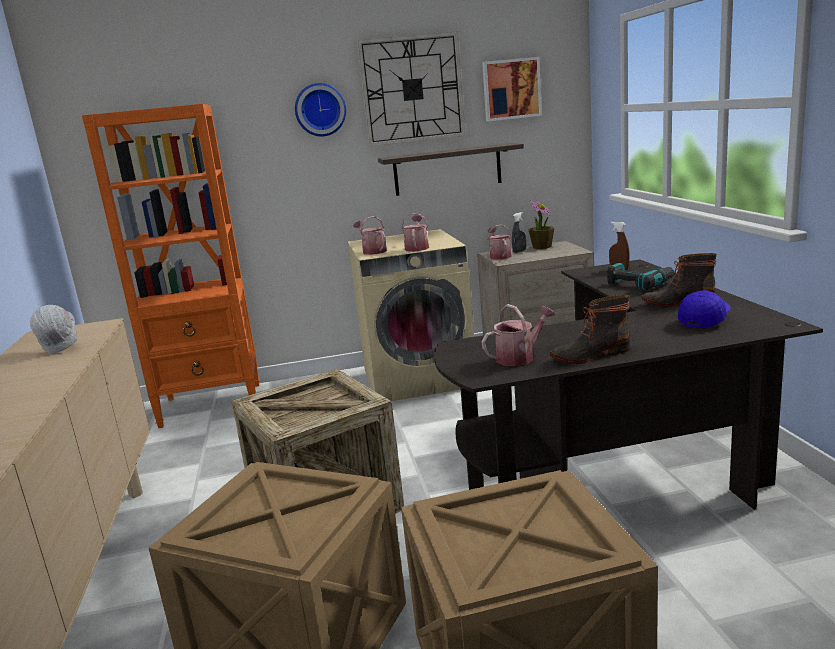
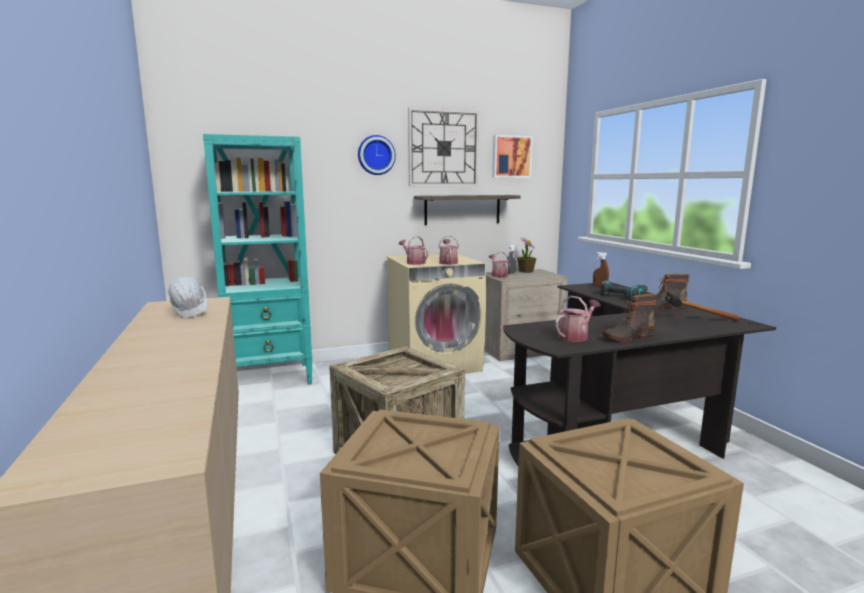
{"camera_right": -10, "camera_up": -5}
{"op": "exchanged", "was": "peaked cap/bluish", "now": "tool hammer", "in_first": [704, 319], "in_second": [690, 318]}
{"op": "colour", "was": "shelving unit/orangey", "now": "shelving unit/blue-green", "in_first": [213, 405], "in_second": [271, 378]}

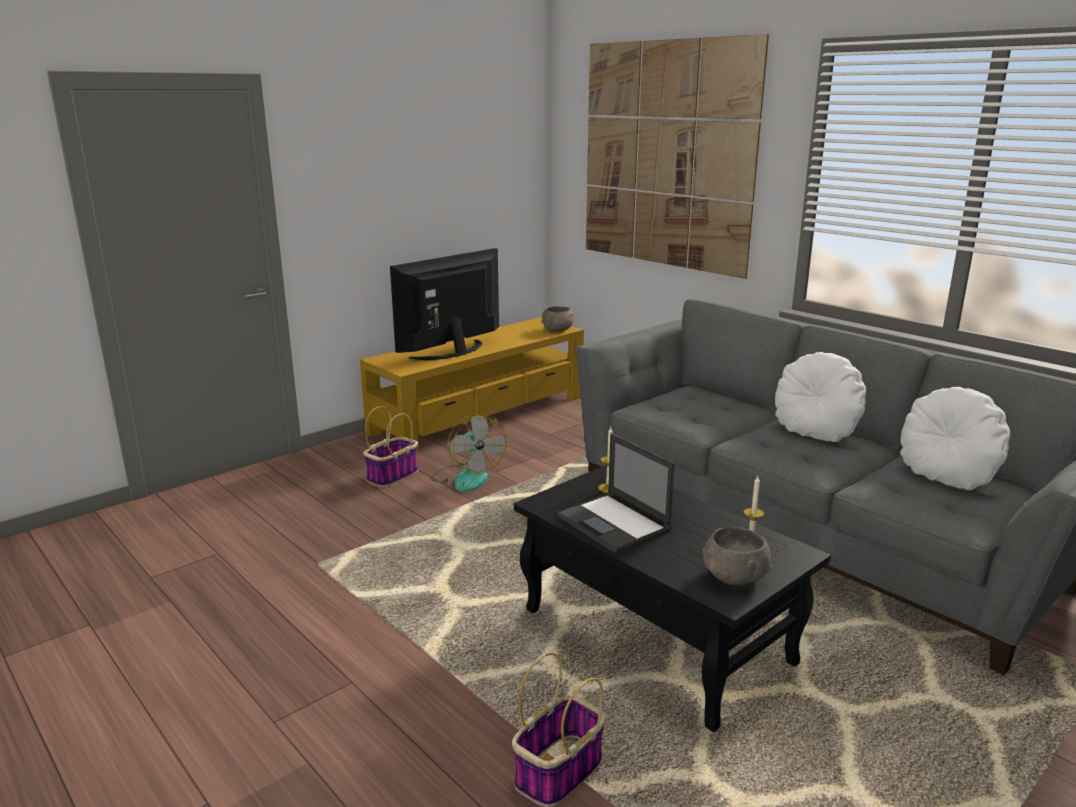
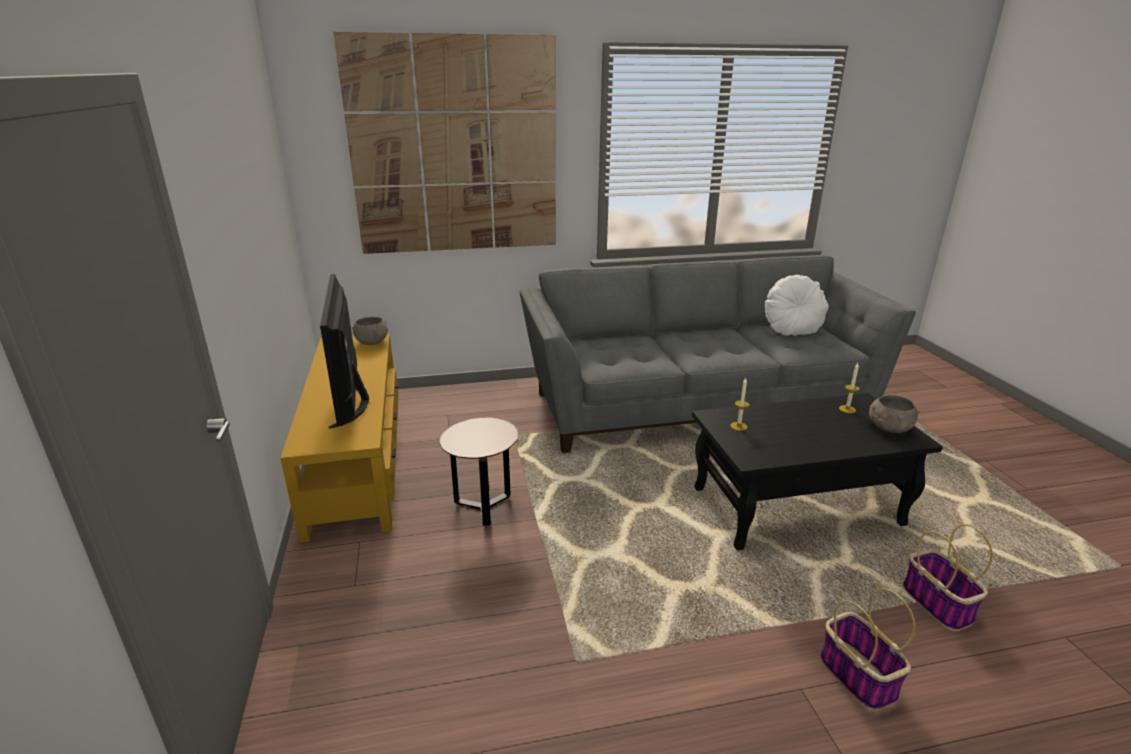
{"camera_right": -60, "camera_up": 5}
{"op": "missing", "was": "laptop", "in_first": [614, 523]}
{"op": "missing", "was": "cushion/whitish", "in_first": [815, 434]}
{"op": "relocated", "was": "household basket", "in_first": [393, 475], "in_second": [855, 675]}
{"op": "exchanged", "was": "fan", "now": "side table/brownish", "in_first": [467, 477], "in_second": [484, 508]}

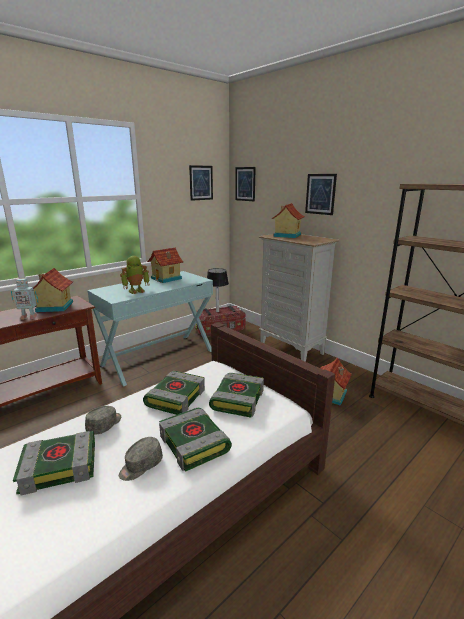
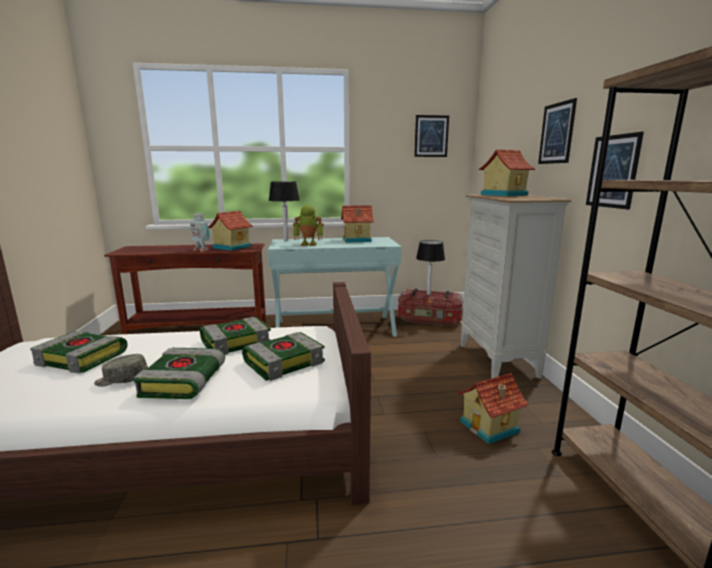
{"camera_right": 35, "camera_up": -5}
{"op": "missing", "was": "peaked cap/grey", "in_first": [105, 425]}
{"op": "appeared", "now": "lamp for a table", "in_second": [286, 240]}
{"op": "relocated", "was": "wall art", "in_first": [245, 184], "in_second": [612, 171]}

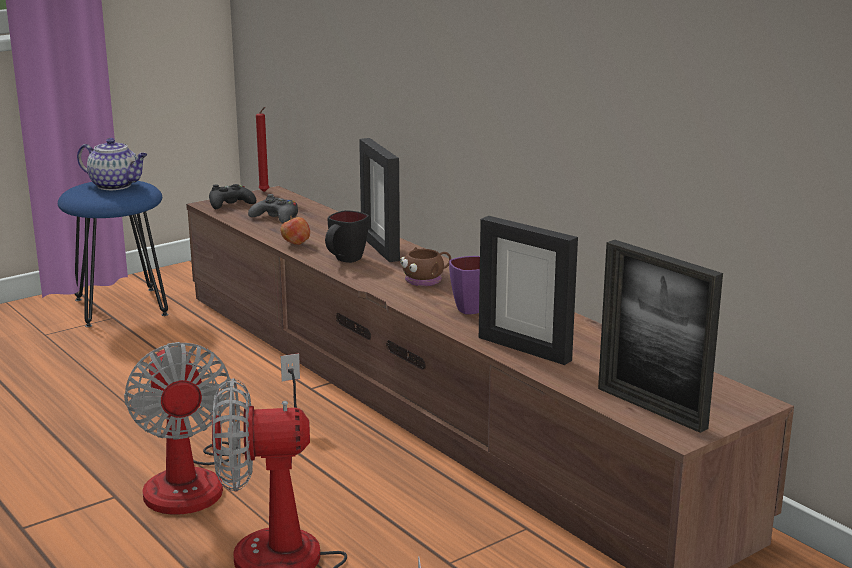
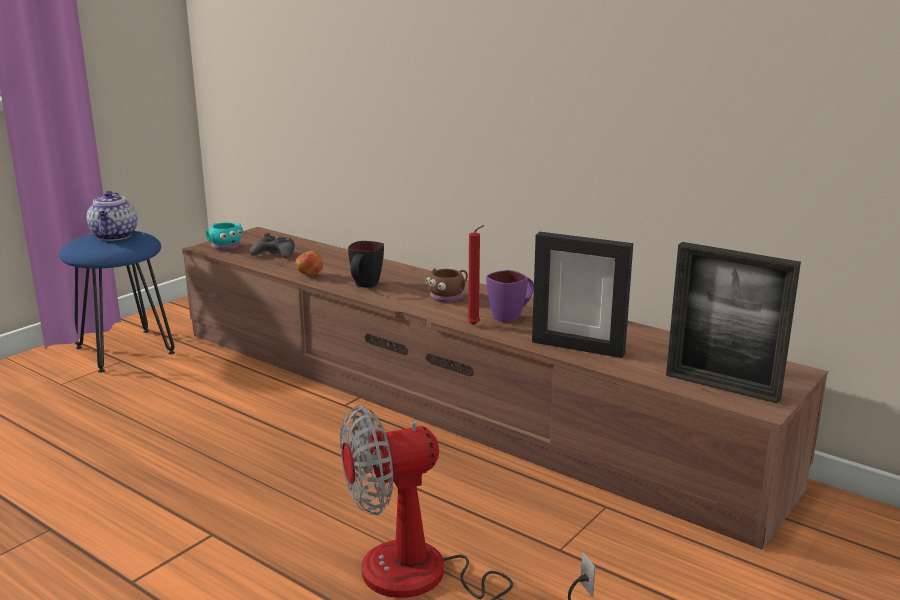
{"camera_right": -15, "camera_up": 0}
{"op": "missing", "was": "fan", "in_first": [204, 480]}
{"op": "missing", "was": "photo frame", "in_first": [381, 248]}
{"op": "relocated", "was": "candle/red-coloured", "in_first": [265, 192], "in_second": [475, 325]}
{"op": "exchanged", "was": "joypad/black-coloured", "now": "mug/blue-green", "in_first": [230, 204], "in_second": [224, 246]}
{"op": "spun", "was": "tea pot", "in_first": [116, 186], "in_second": [115, 236], "clockwise": 75}

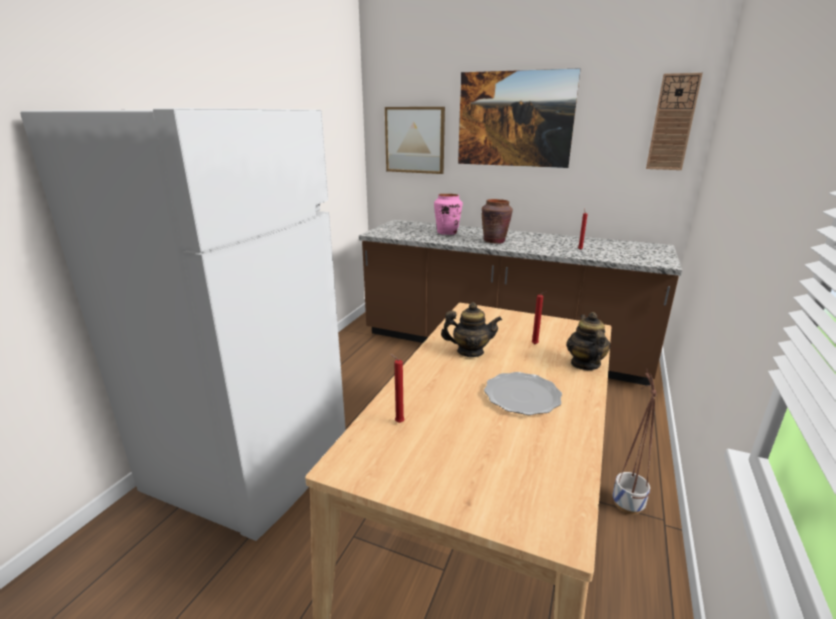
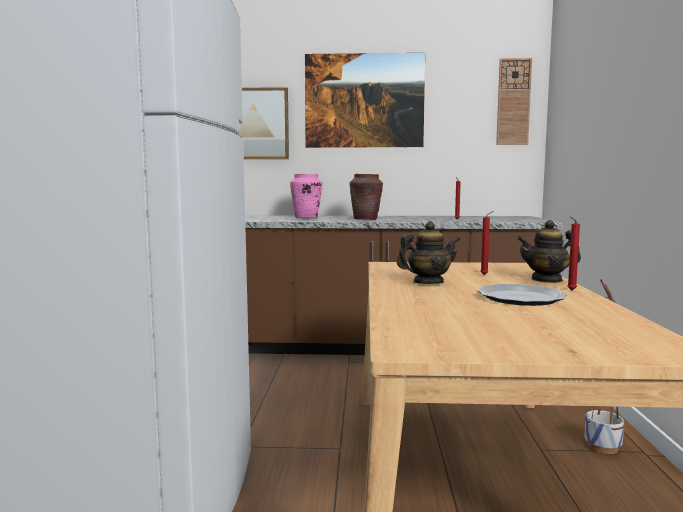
{"camera_right": -20, "camera_up": -15}
{"op": "relocated", "was": "candle/red-coloured", "in_first": [398, 422], "in_second": [570, 290]}
{"op": "spun", "was": "tea pot", "in_first": [585, 364], "in_second": [547, 280], "clockwise": -75}

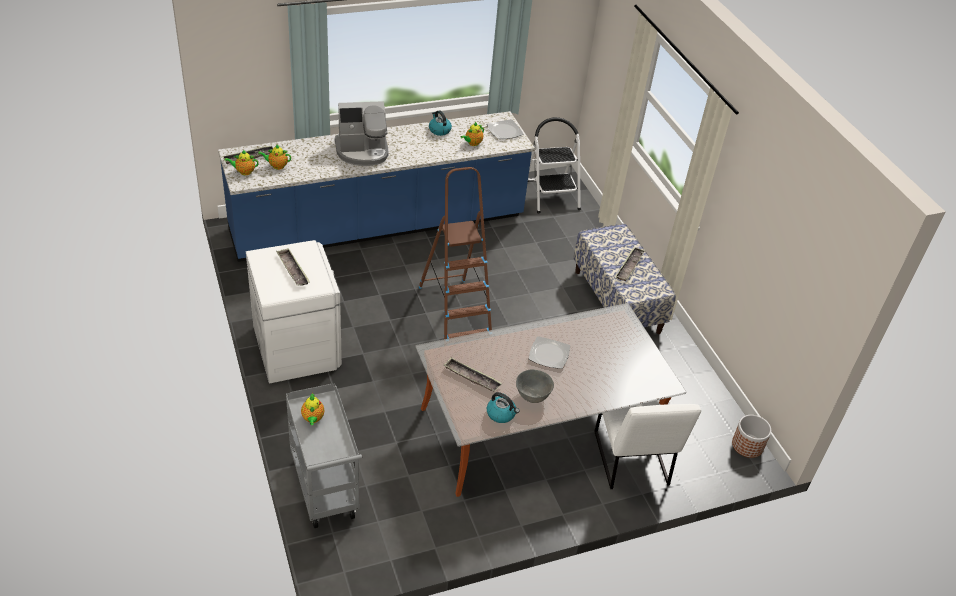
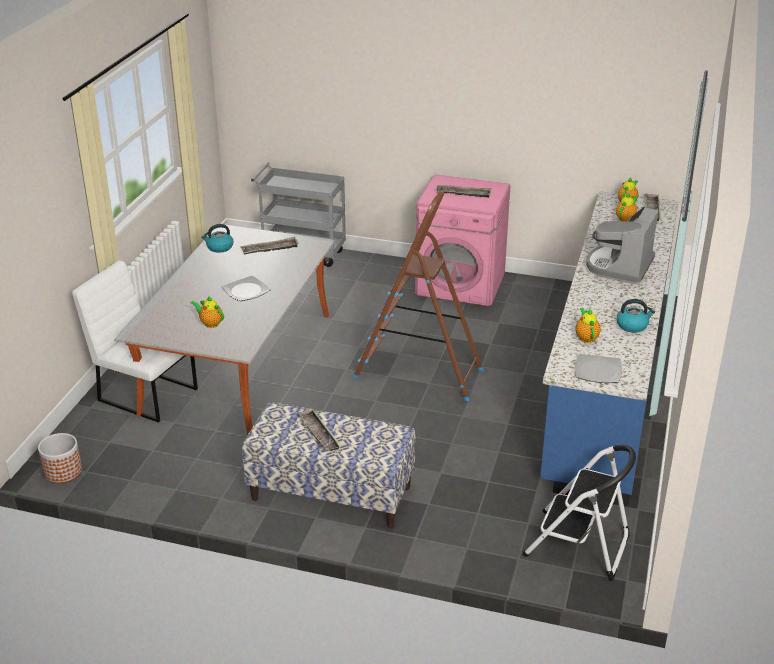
{"camera_right": 130, "camera_up": -10}
{"op": "missing", "was": "deep dish/grey", "in_first": [532, 396]}
{"op": "relocated", "was": "tea pot", "in_first": [313, 419], "in_second": [210, 323]}
{"op": "colour", "was": "washing machine/whitish", "now": "washing machine/pink", "in_first": [298, 346], "in_second": [460, 285]}

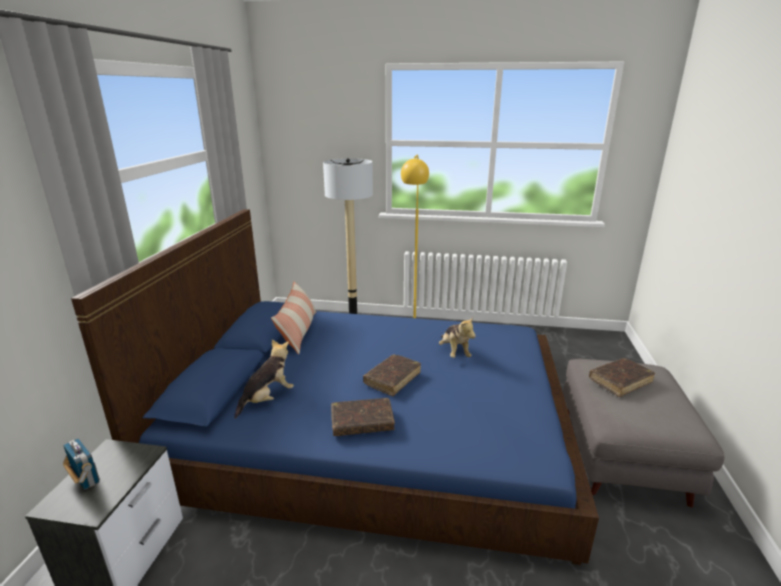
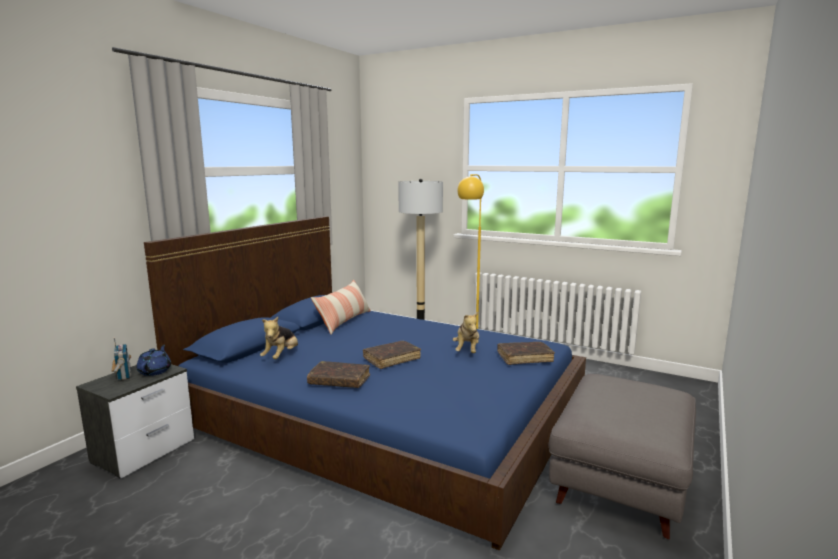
{"camera_right": 20, "camera_up": -10}
{"op": "appeared", "now": "tea pot/bluish", "in_second": [155, 371]}
{"op": "relocated", "was": "book/brownish", "in_first": [620, 381], "in_second": [524, 358]}
{"op": "spun", "was": "soft toy", "in_first": [267, 399], "in_second": [281, 356], "clockwise": 135}

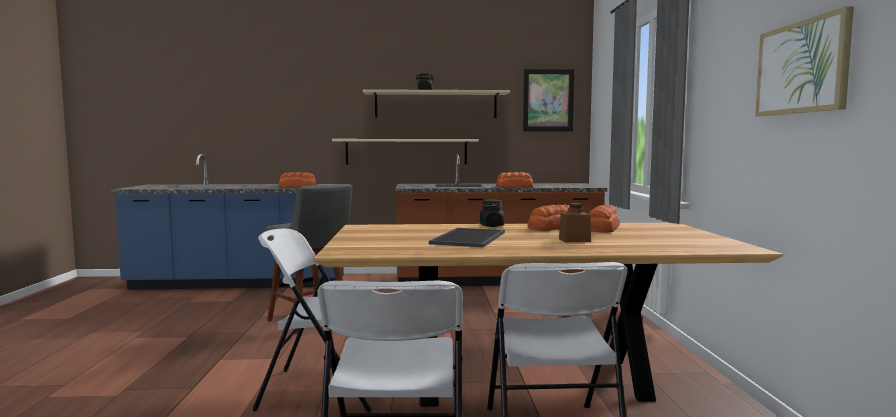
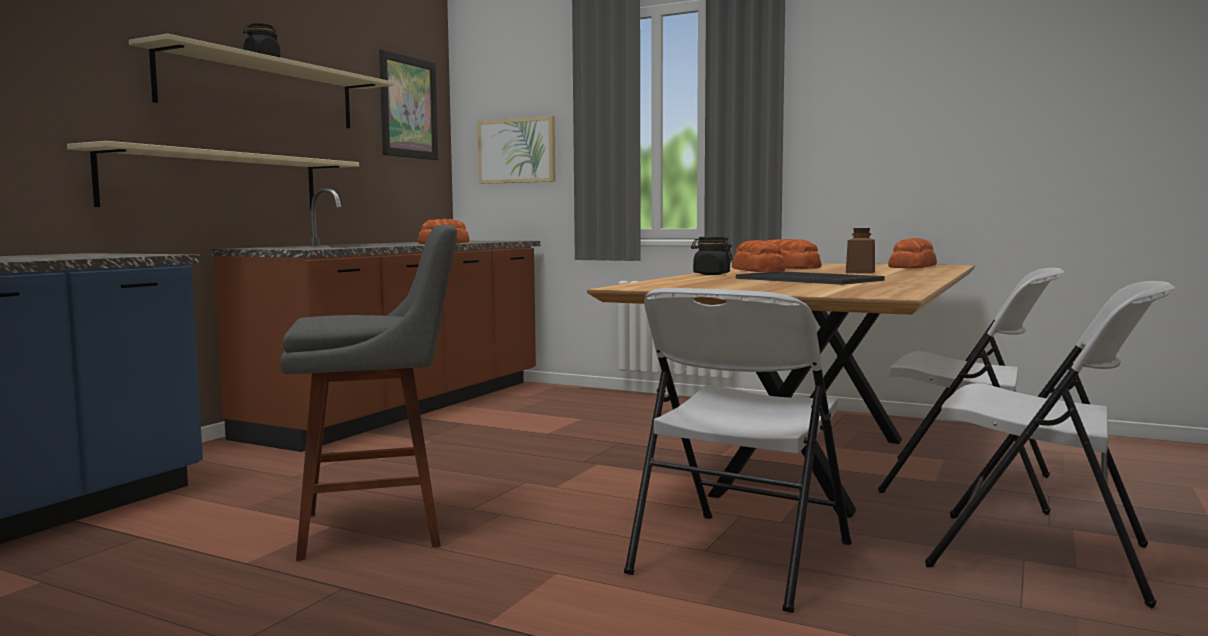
{"camera_right": -60, "camera_up": 0}
{"op": "relocated", "was": "bakery bread", "in_first": [298, 187], "in_second": [913, 266]}
{"op": "relocated", "was": "wall art", "in_first": [802, 68], "in_second": [517, 151]}

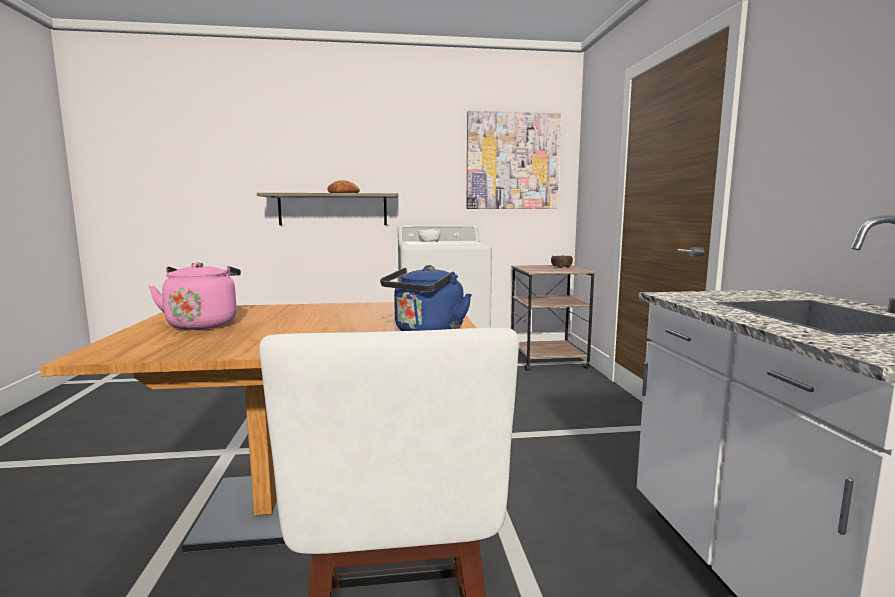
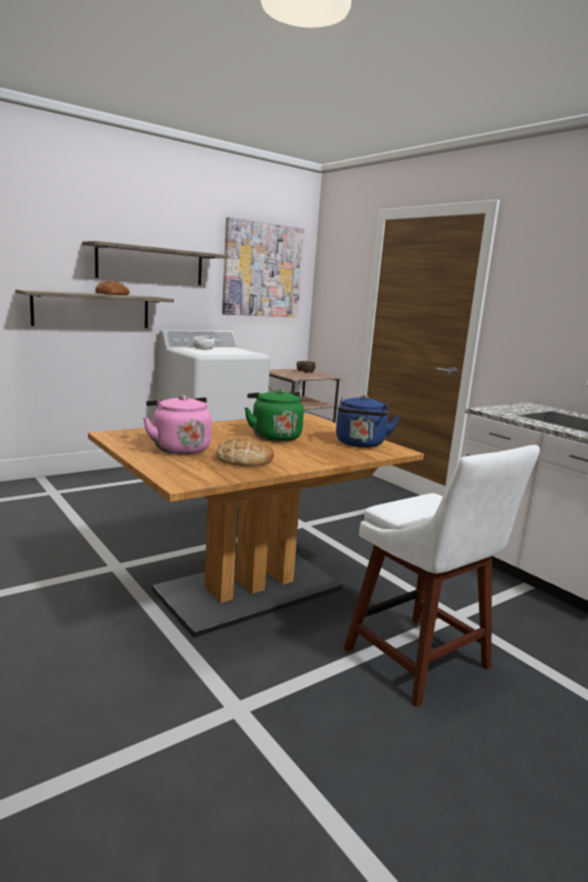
{"camera_right": -30, "camera_up": 5}
{"op": "appeared", "now": "bracket shelf", "in_second": [150, 265]}
{"op": "appeared", "now": "bakery bread", "in_second": [244, 459]}
{"op": "appeared", "now": "water kettle/green", "in_second": [274, 436]}

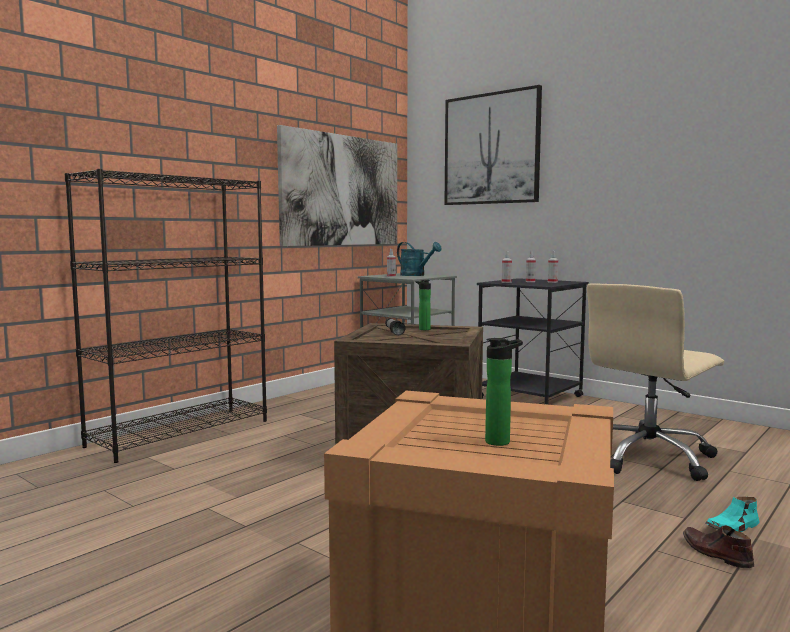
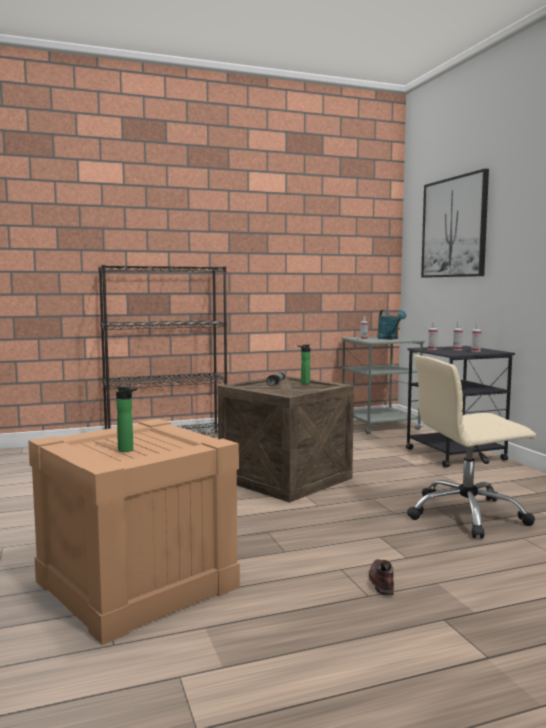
{"camera_right": 30, "camera_up": 0}
{"op": "missing", "was": "wall art", "in_first": [341, 190]}
{"op": "missing", "was": "shoe/blue-green", "in_first": [733, 527]}

